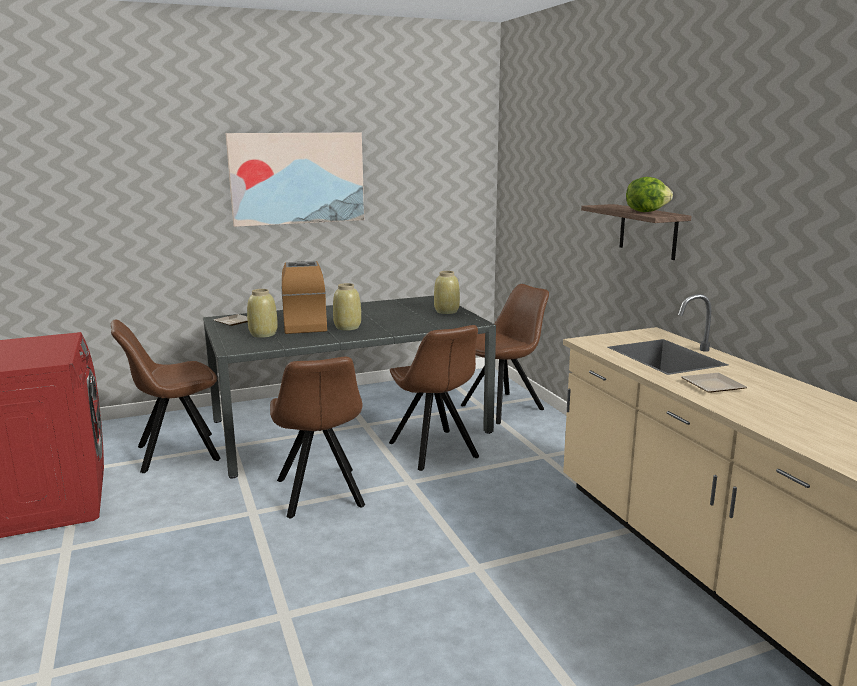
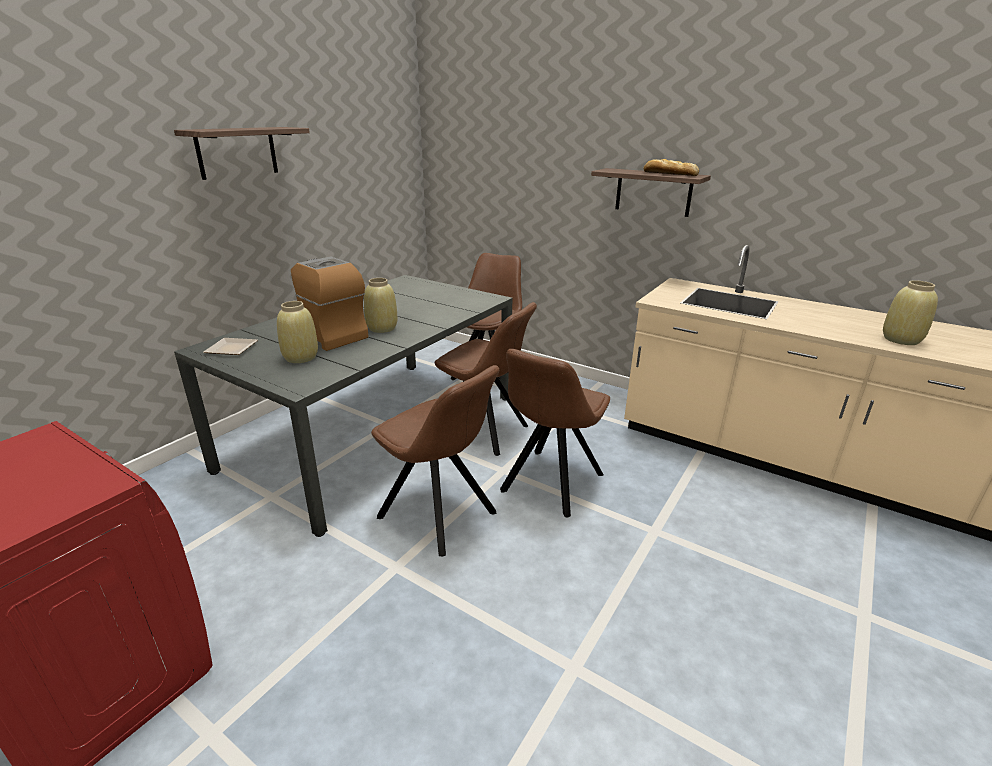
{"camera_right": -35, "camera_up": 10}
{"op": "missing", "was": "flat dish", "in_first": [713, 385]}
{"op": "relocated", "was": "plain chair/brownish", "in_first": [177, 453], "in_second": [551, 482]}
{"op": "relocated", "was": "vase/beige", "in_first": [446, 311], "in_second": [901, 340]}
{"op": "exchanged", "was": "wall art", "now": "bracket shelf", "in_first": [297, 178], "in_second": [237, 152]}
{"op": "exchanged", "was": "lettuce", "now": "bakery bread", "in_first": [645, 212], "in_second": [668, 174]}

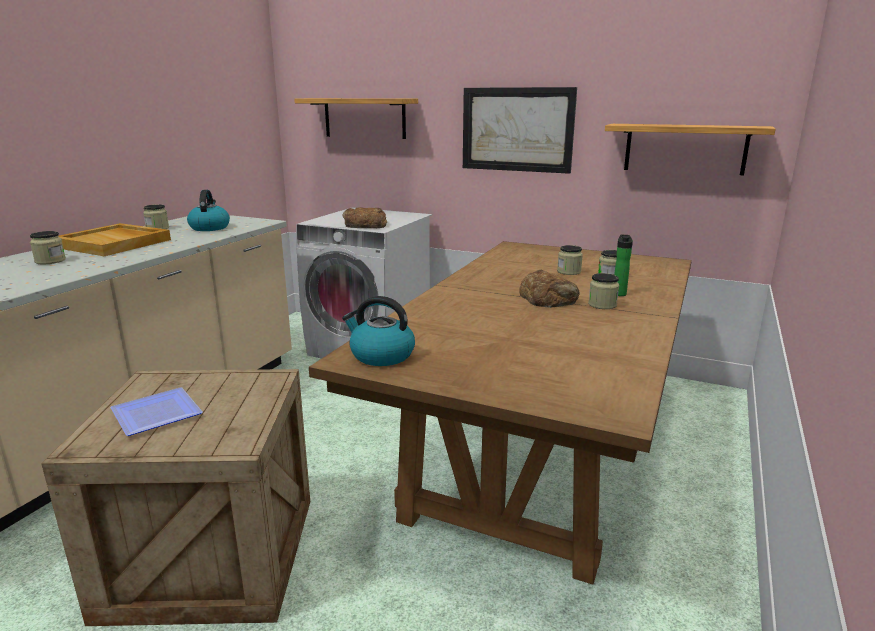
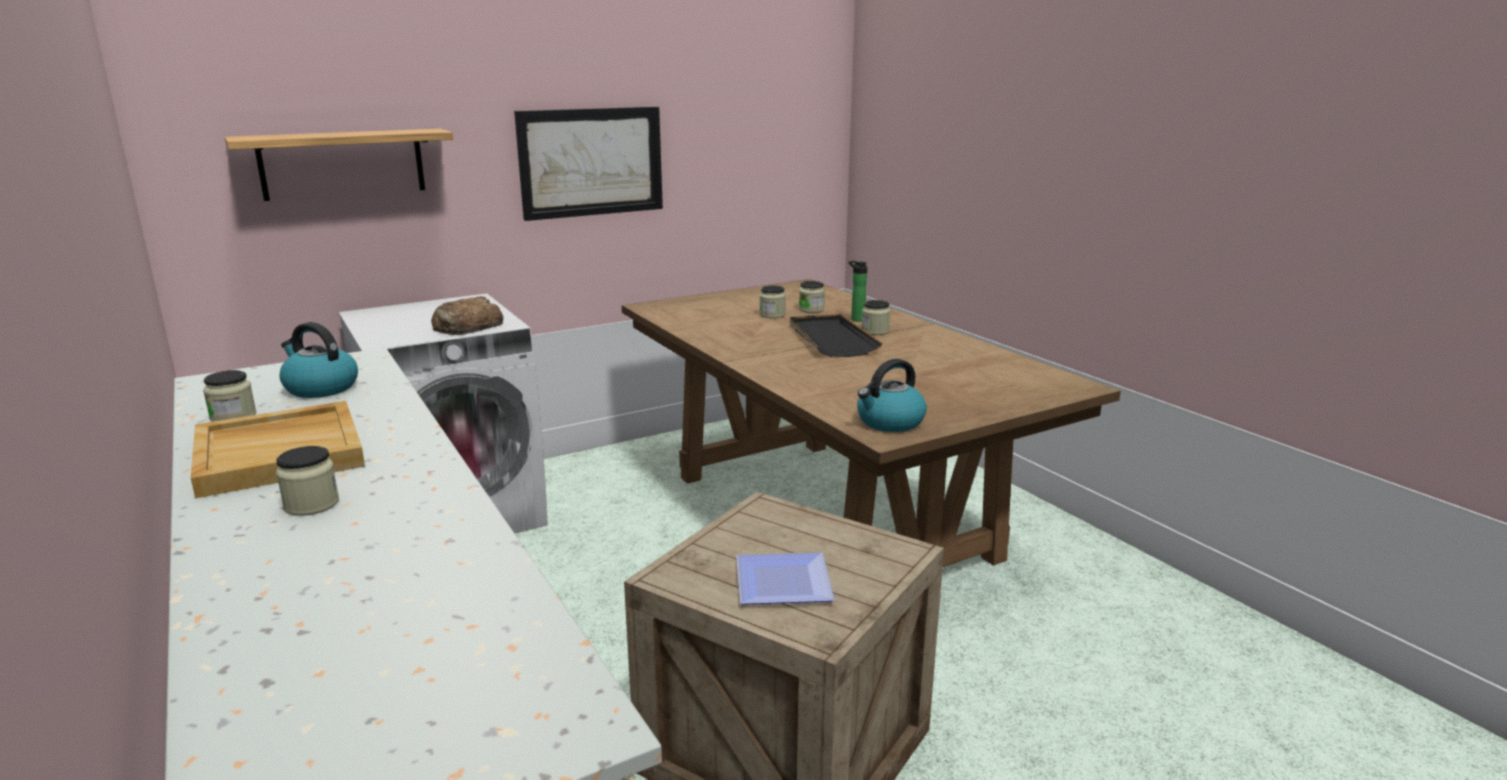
{"camera_right": -55, "camera_up": 0}
{"op": "missing", "was": "bracket shelf", "in_first": [685, 148]}
{"op": "exchanged", "was": "bakery bread", "now": "tray/black-coloured", "in_first": [548, 298], "in_second": [831, 339]}

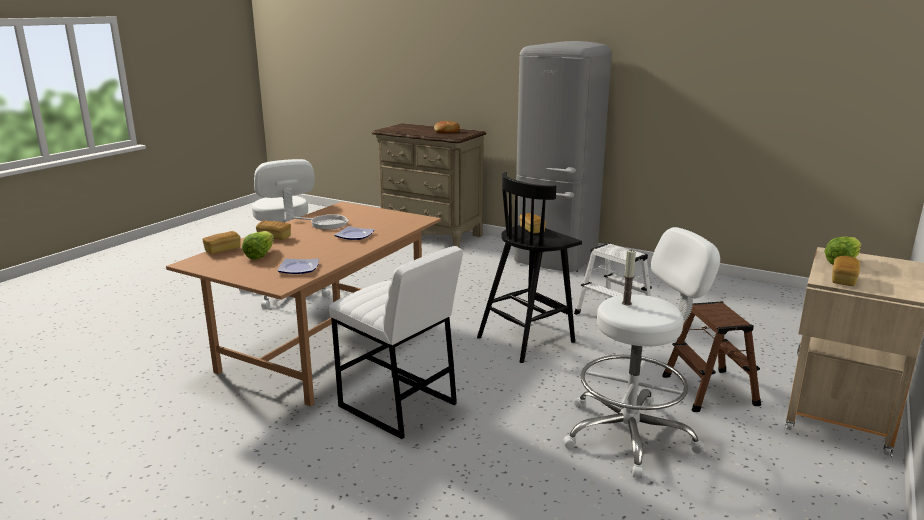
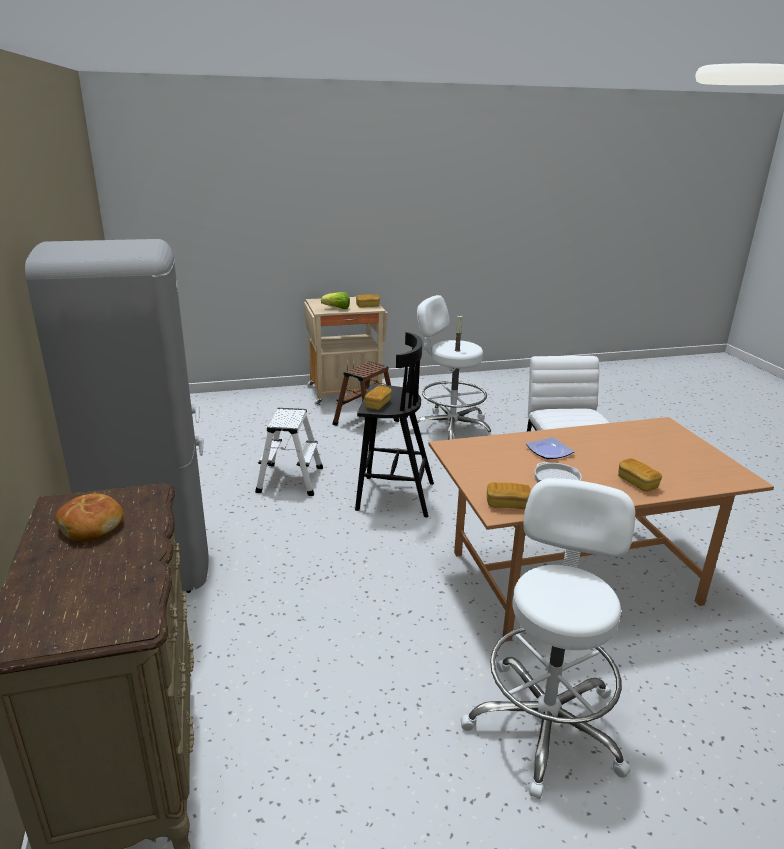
{"camera_right": -135, "camera_up": 5}
{"op": "missing", "was": "lettuce", "in_first": [260, 255]}
{"op": "missing", "was": "flat dish", "in_first": [298, 268]}
{"op": "relocated", "was": "bakery bread", "in_first": [223, 250], "in_second": [507, 504]}

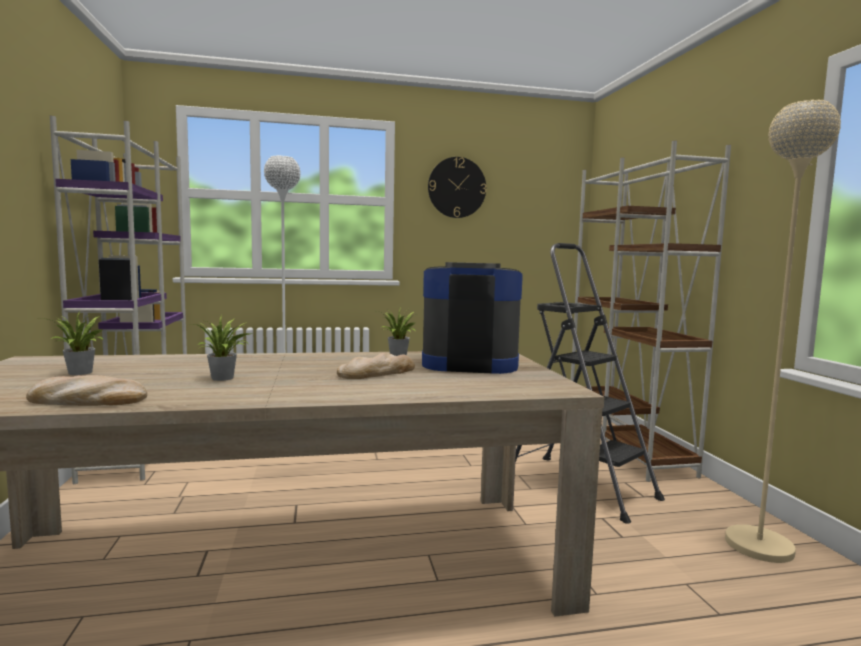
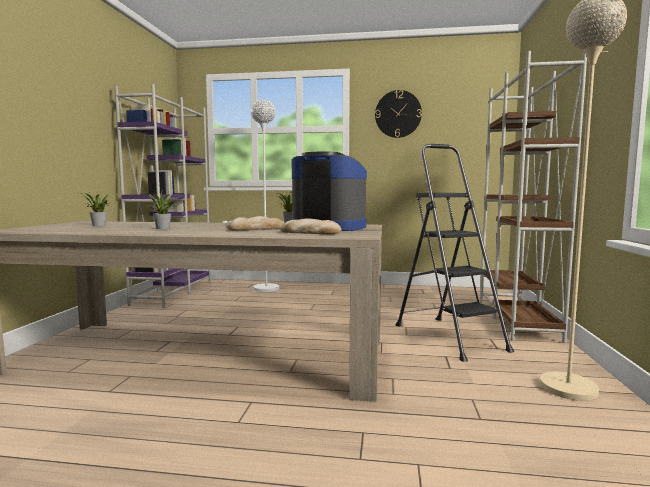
{"camera_right": 20, "camera_up": 0}
{"op": "relocated", "was": "bakery bread", "in_first": [87, 400], "in_second": [310, 232]}

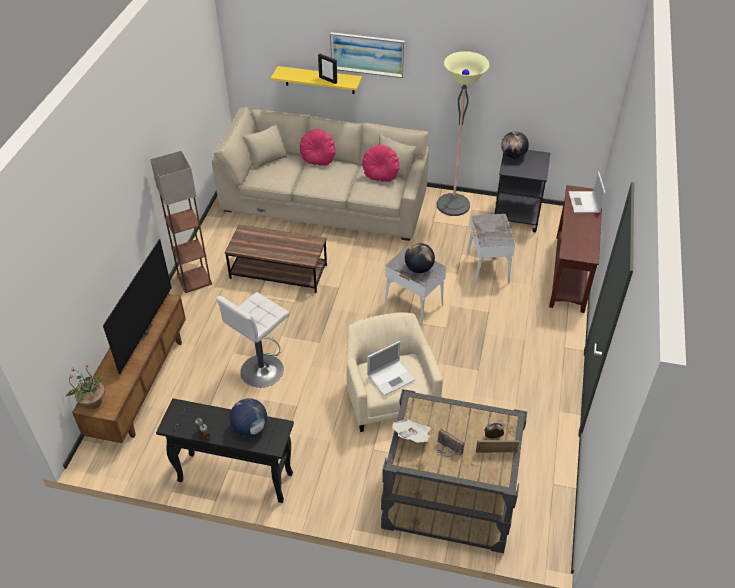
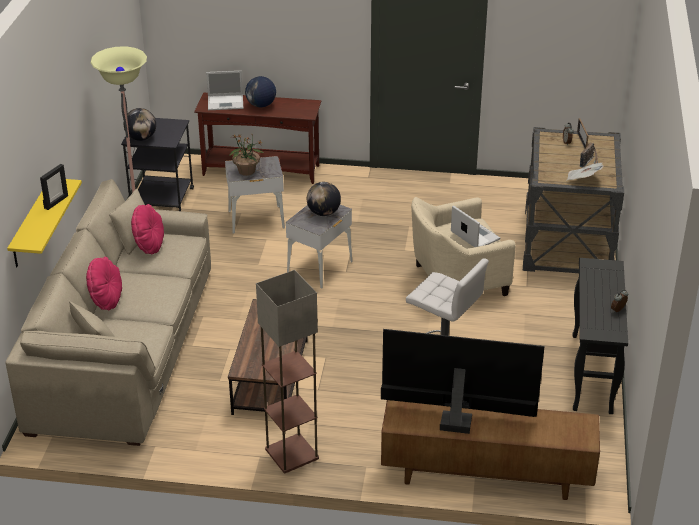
{"camera_right": -95, "camera_up": -10}
{"op": "missing", "was": "wall art", "in_first": [367, 54]}
{"op": "relocated", "was": "houseplant", "in_first": [92, 402], "in_second": [247, 171]}
{"op": "relocated", "was": "desk globe", "in_first": [250, 428], "in_second": [261, 105]}

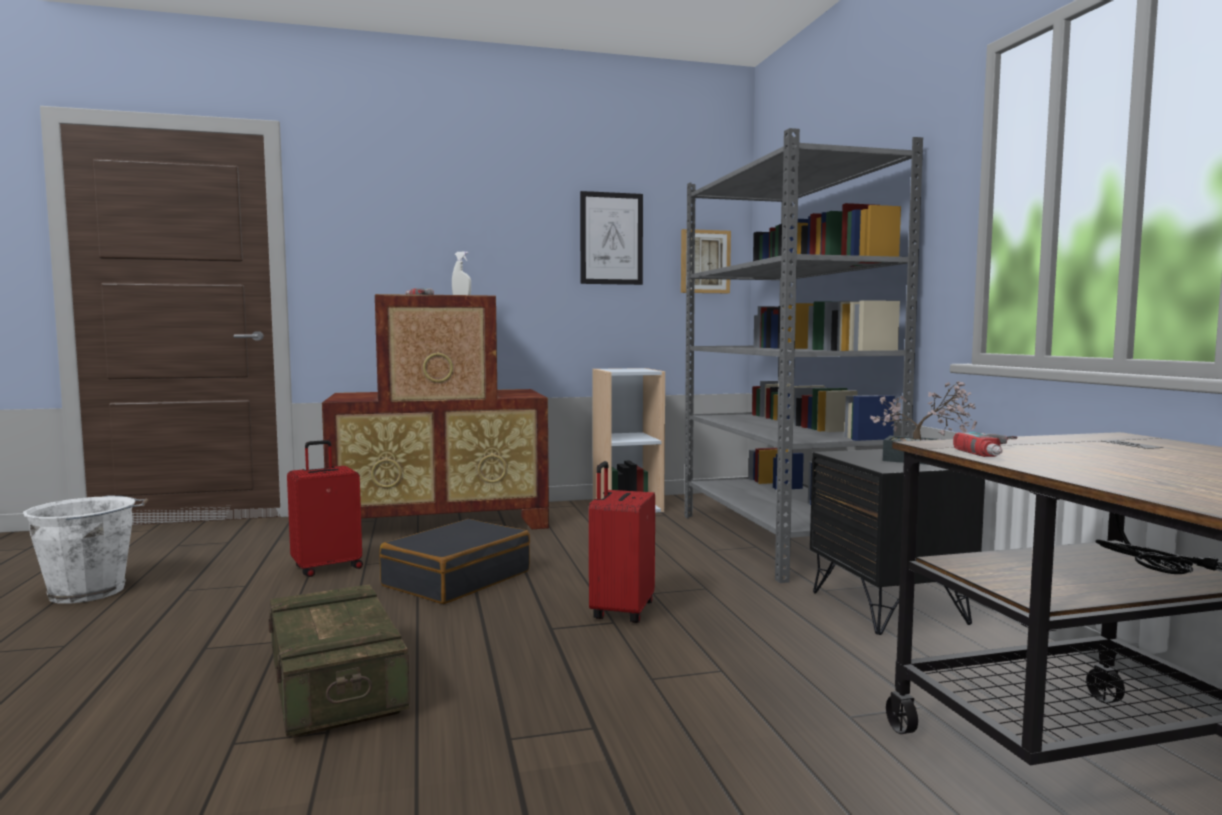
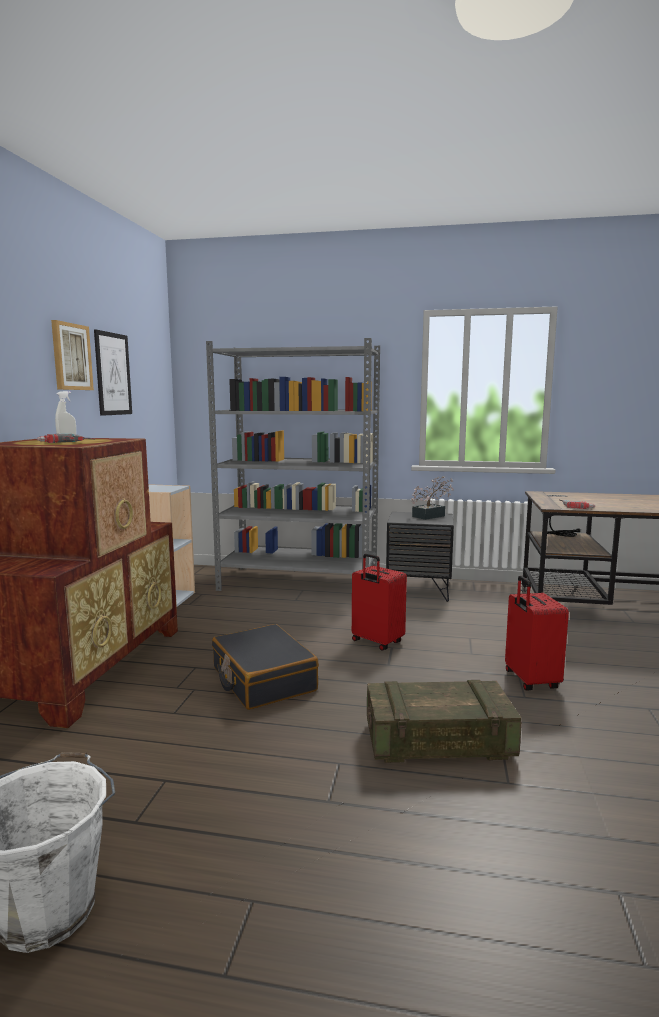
{"camera_right": -65, "camera_up": 5}
{"op": "relocated", "was": "piece of luggage/red-coloured", "in_first": [327, 568], "in_second": [530, 680]}
{"op": "relocated", "was": "wall art", "in_first": [705, 261], "in_second": [71, 357]}

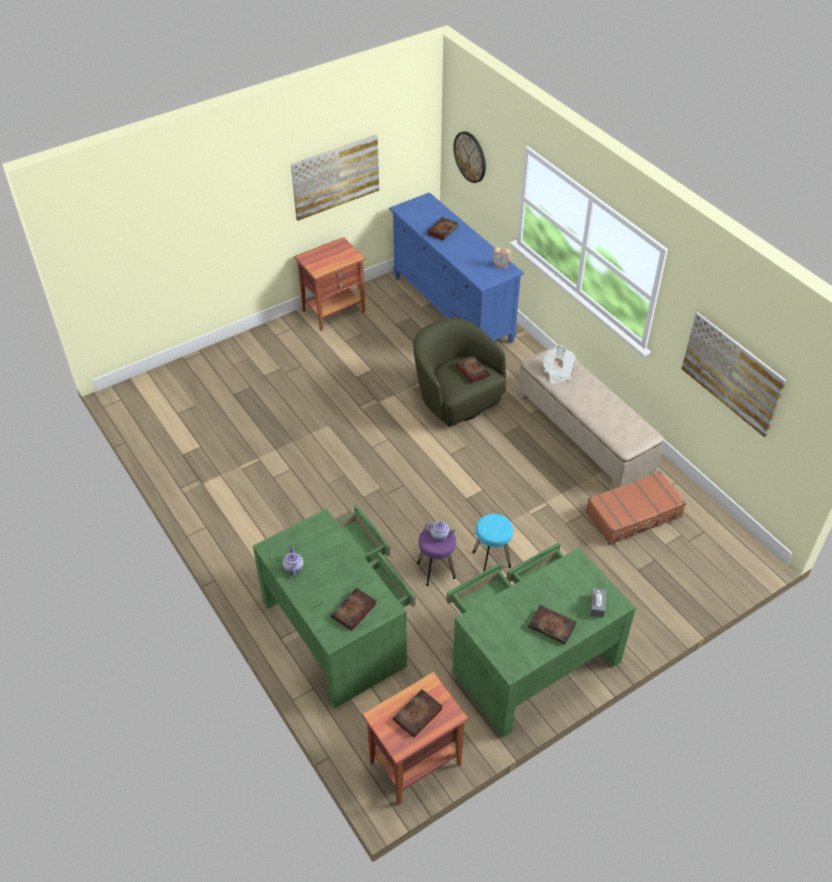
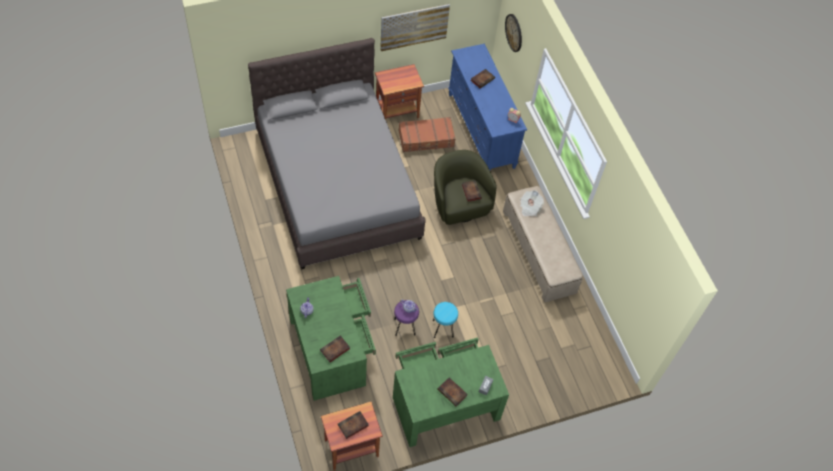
{"camera_right": 10, "camera_up": 10}
{"op": "missing", "was": "wall art", "in_first": [732, 373]}
{"op": "appeared", "now": "bed/grey", "in_second": [337, 183]}
{"op": "relocated", "was": "piece of luggage/brownish", "in_first": [634, 515], "in_second": [426, 139]}

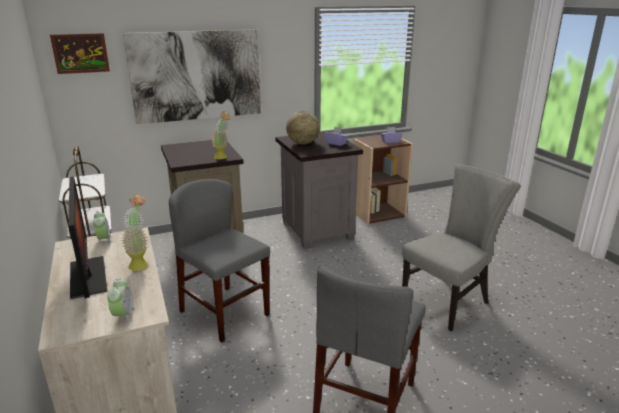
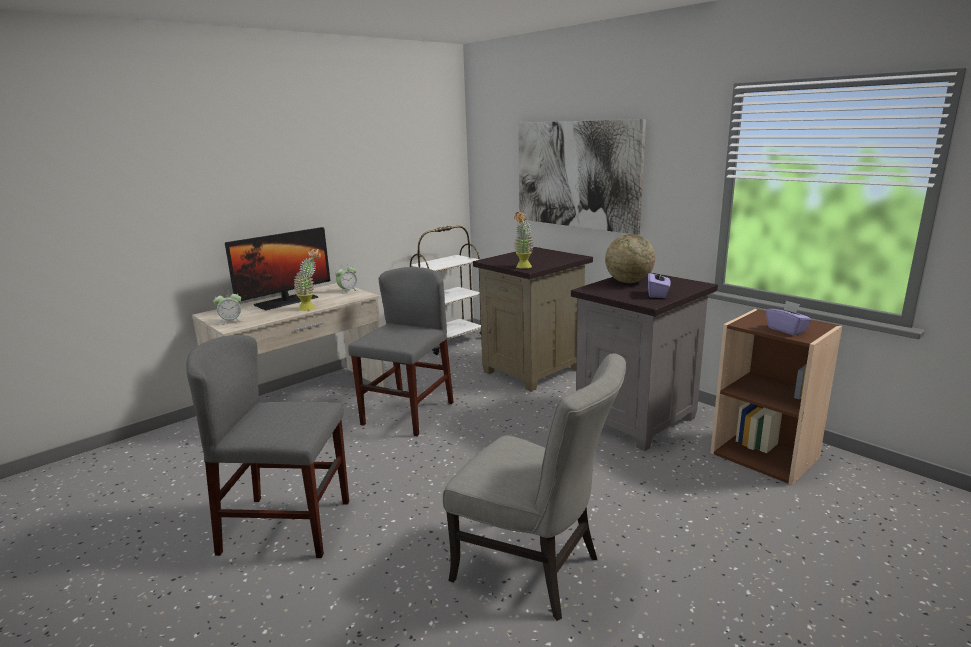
{"camera_right": 70, "camera_up": -5}
{"op": "missing", "was": "wall art", "in_first": [80, 53]}

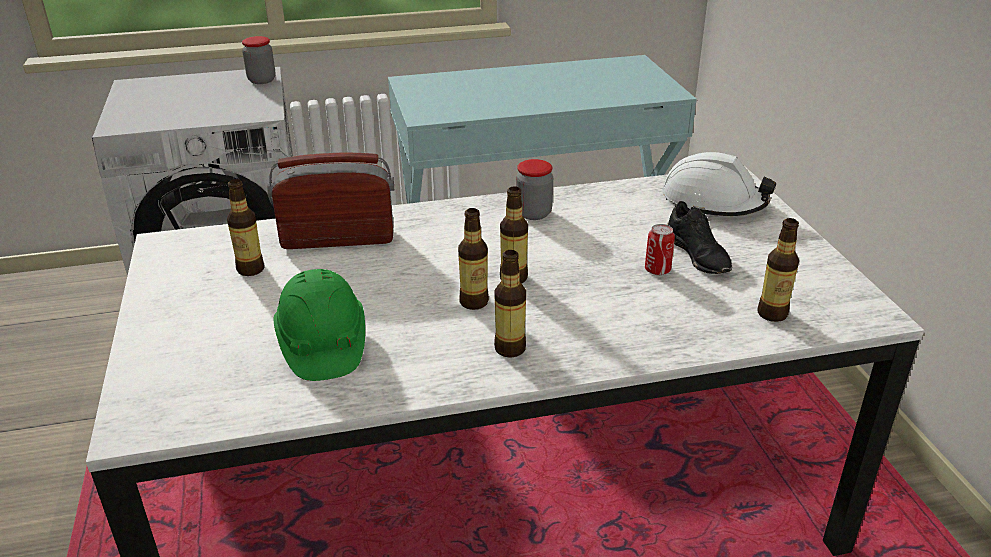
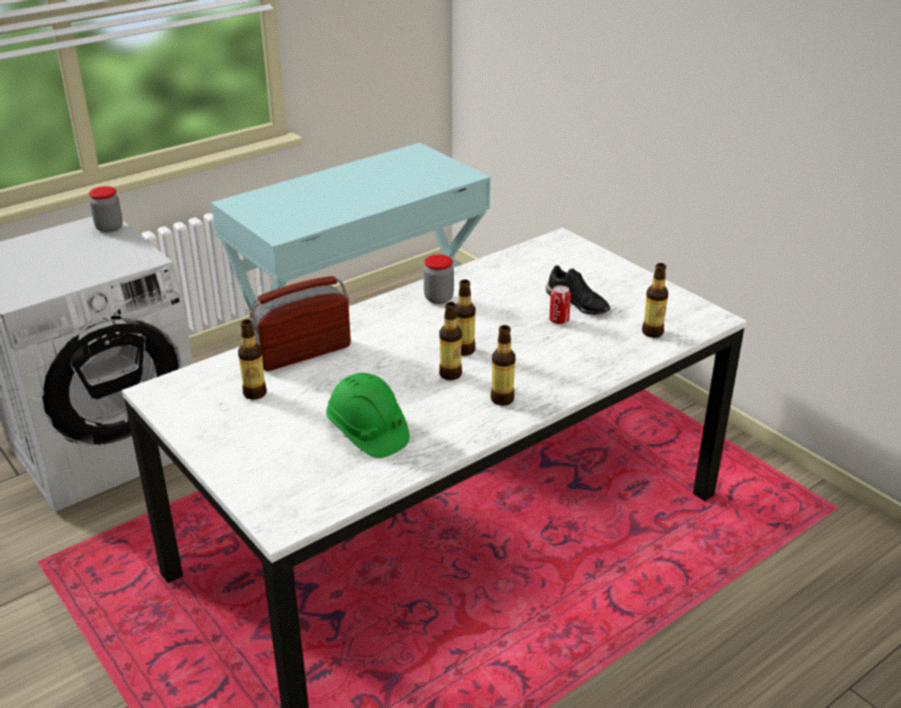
{"camera_right": -25, "camera_up": 0}
{"op": "missing", "was": "work helmet/whitish", "in_first": [713, 202]}

